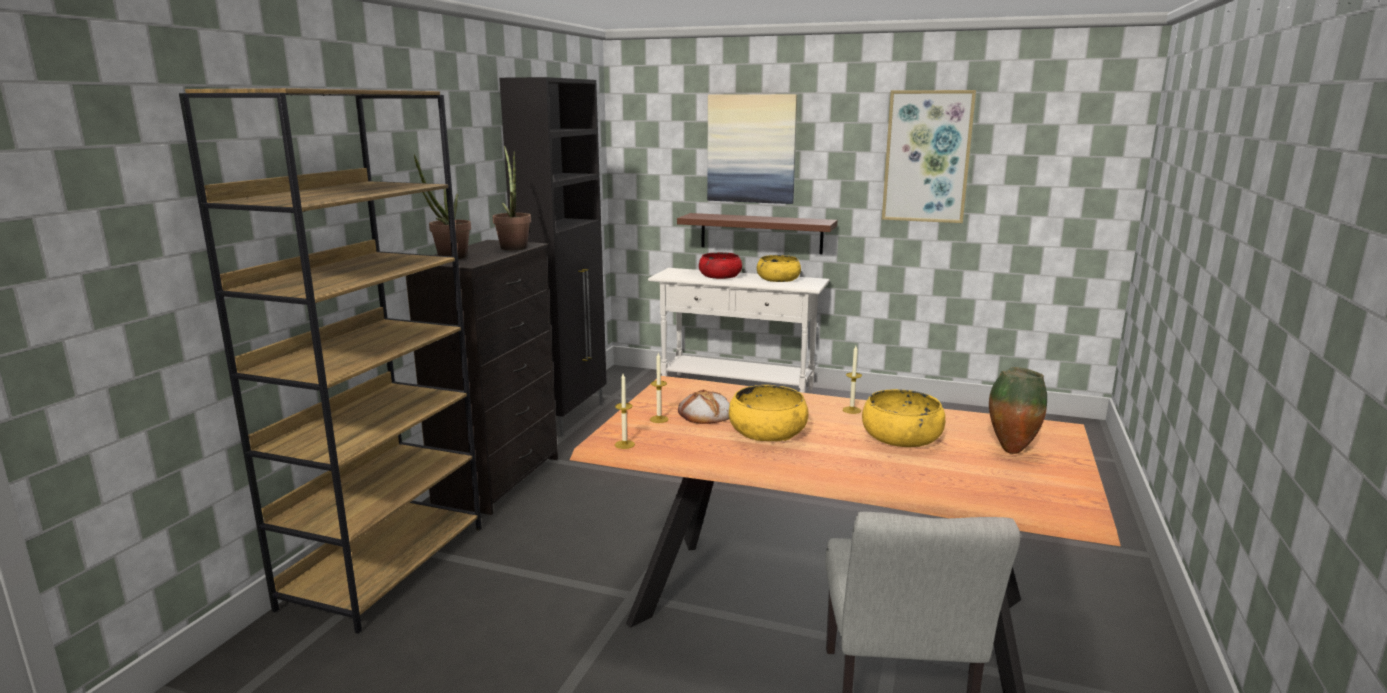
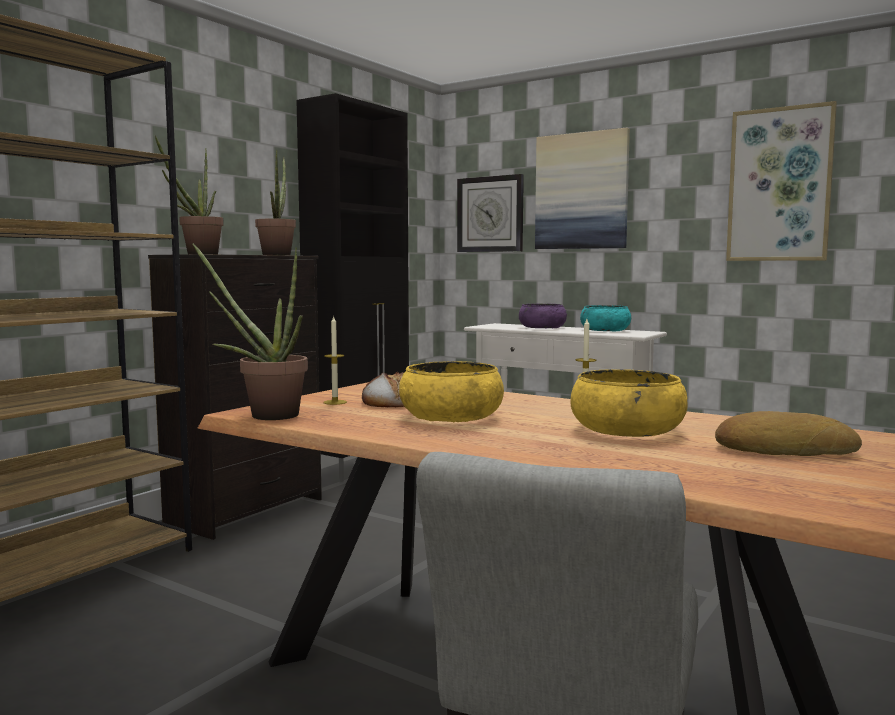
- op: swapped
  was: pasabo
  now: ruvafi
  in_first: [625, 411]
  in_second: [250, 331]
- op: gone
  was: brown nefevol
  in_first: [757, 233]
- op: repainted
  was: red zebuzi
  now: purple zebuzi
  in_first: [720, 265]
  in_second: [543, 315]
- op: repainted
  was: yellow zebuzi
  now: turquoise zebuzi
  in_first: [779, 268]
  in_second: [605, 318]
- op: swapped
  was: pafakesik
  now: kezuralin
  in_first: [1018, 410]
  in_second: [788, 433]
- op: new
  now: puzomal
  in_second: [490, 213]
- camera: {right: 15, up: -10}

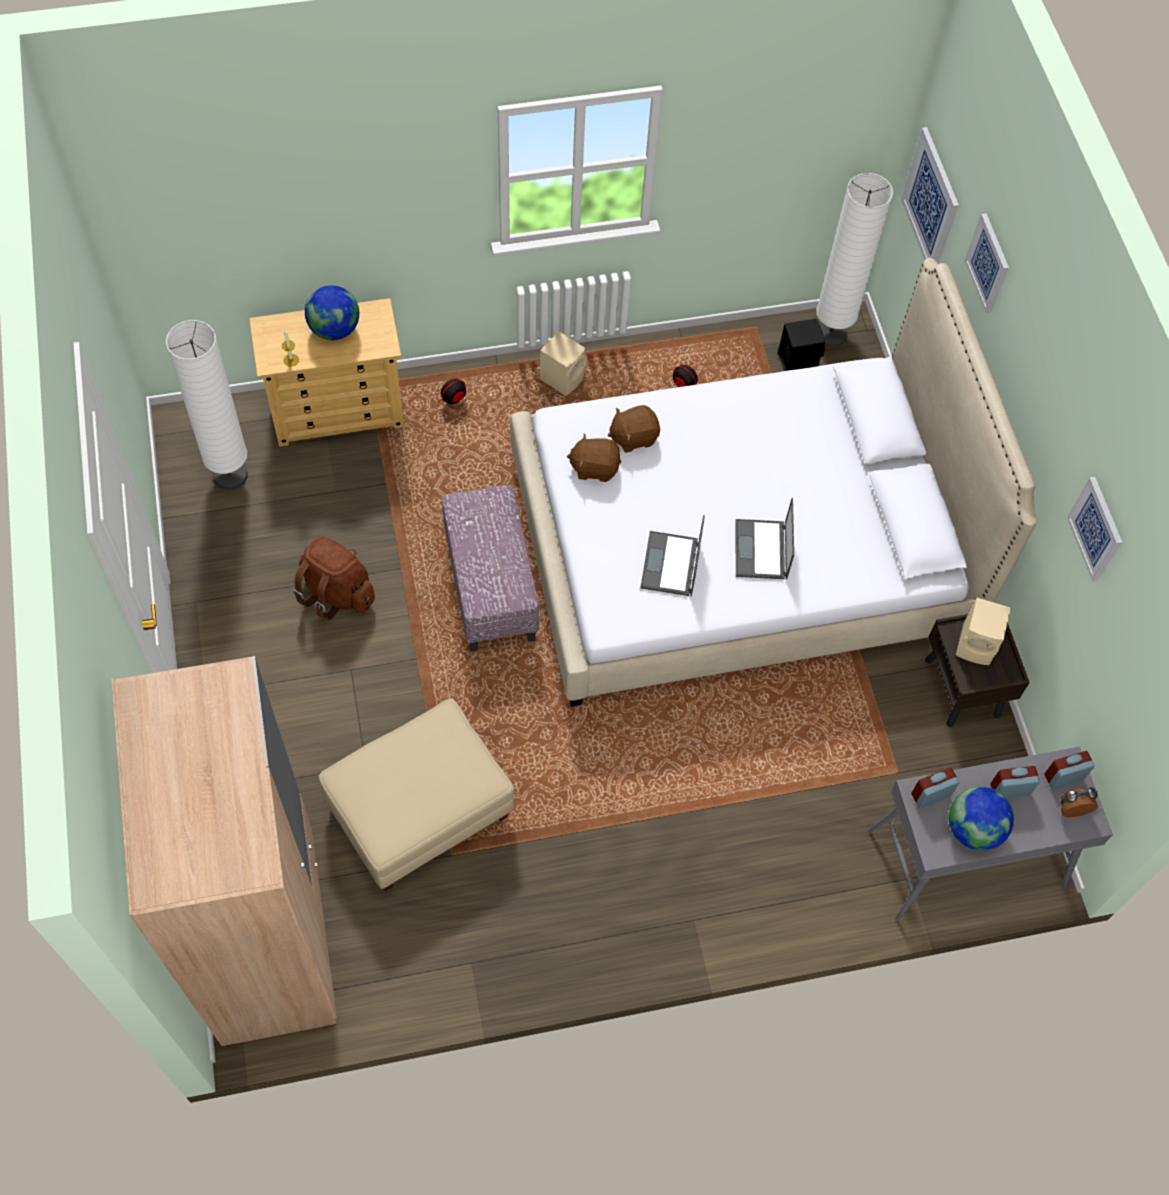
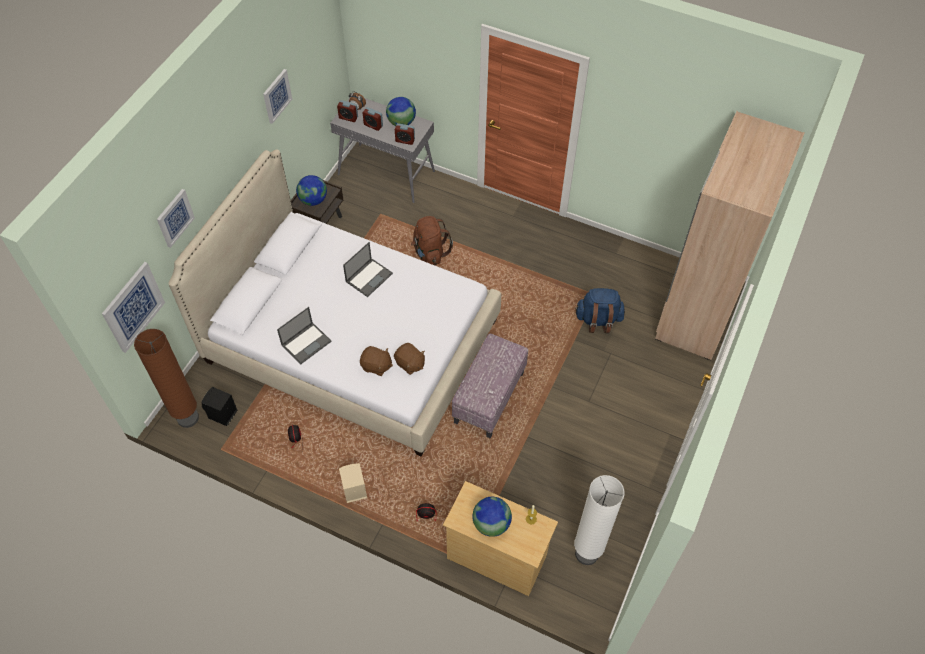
- op: shifted
  was: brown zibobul
  in_first: [334, 578]
  in_second: [432, 240]
- op: swapped
  was: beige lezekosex
  now: blue zibobul
  in_first: [416, 794]
  in_second: [600, 310]
- op: shifted
  was: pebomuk
  in_first: [672, 555]
  in_second: [304, 335]
- op: repainted
  was: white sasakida
  now: brown sasakida
  in_first: [855, 260]
  in_second: [166, 378]
- op: swapped
  was: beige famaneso
  now: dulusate
  in_first: [983, 631]
  in_second: [311, 190]
- camera: {right: -140, up: -5}

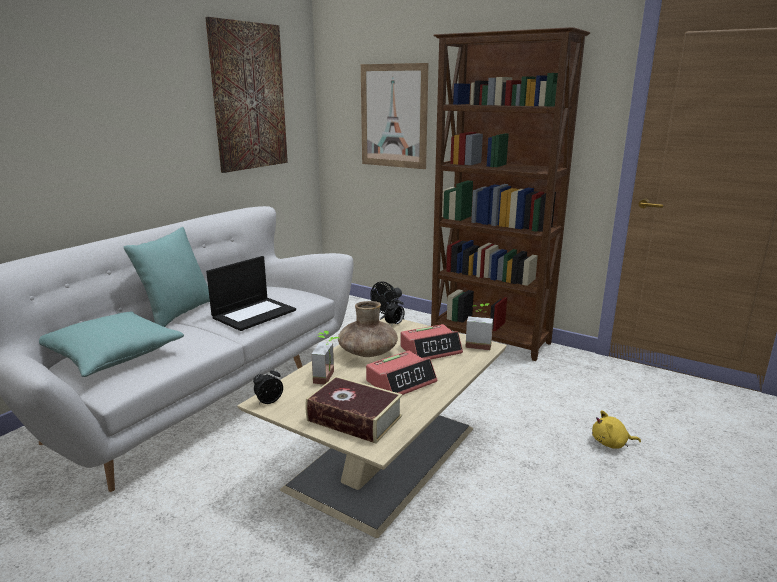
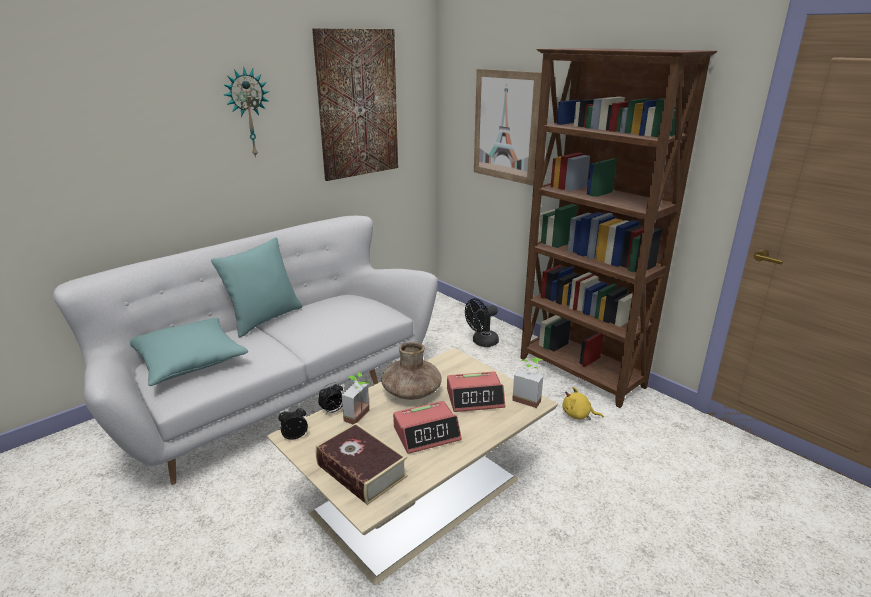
- op: gone
  was: pebomuk
  in_first: [251, 293]
- op: shifted
  was: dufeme
  in_first: [394, 312]
  in_second: [330, 398]
- op: shifted
  was: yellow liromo
  in_first: [616, 429]
  in_second: [583, 403]
- op: new
  now: puzomal
  in_second: [246, 113]
- camera: {right: 15, up: 5}

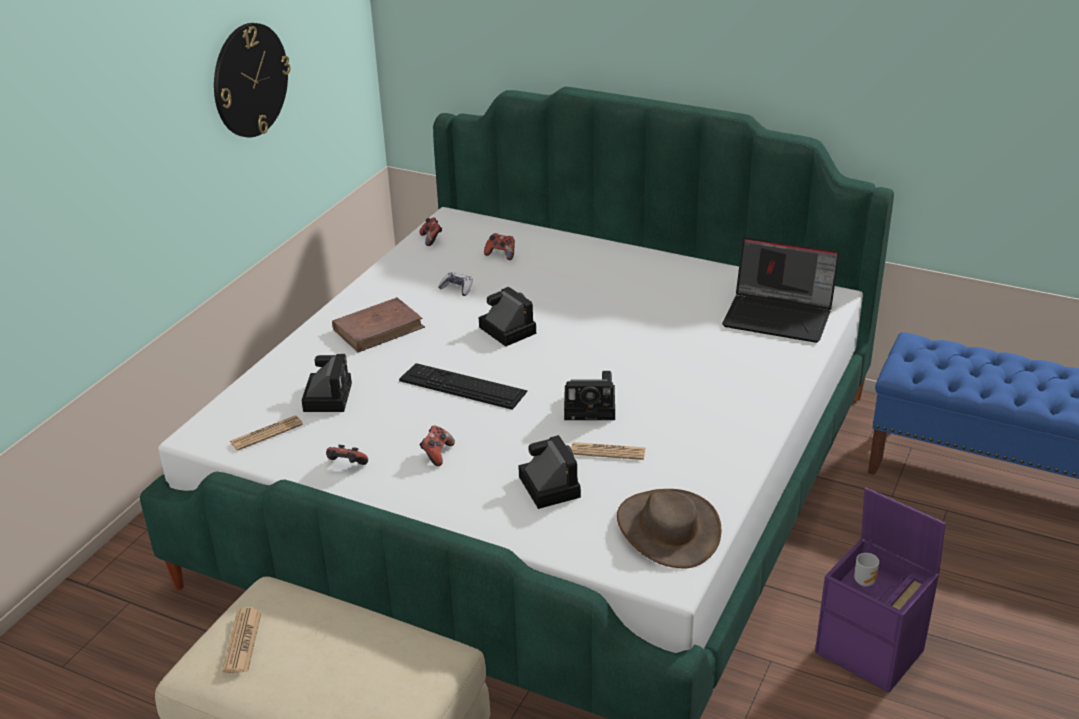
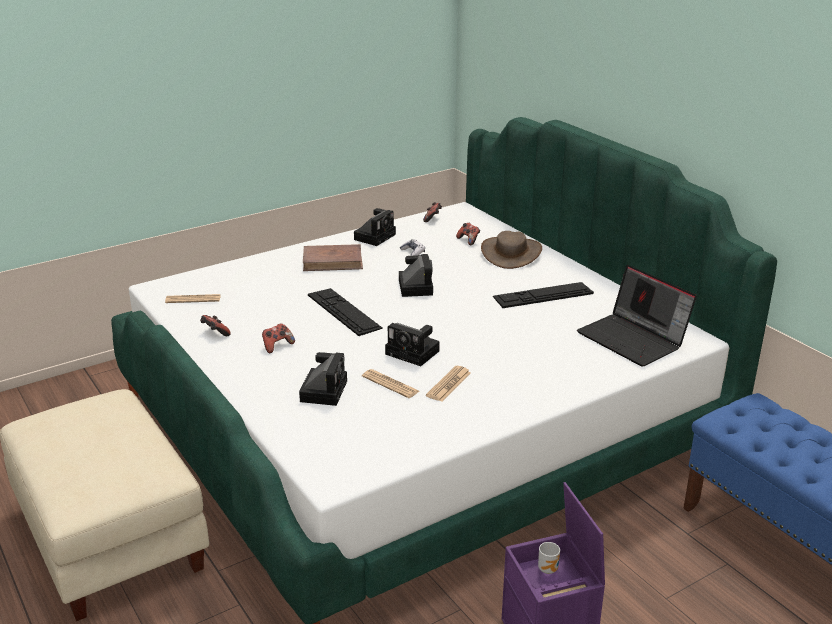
- op: gone
  was: puzomal
  in_first: [252, 80]
- op: shifted
  was: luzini
  in_first: [242, 640]
  in_second: [448, 384]
- op: shifted
  was: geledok
  in_first: [327, 383]
  in_second: [375, 227]
- op: shifted
  was: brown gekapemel
  in_first: [669, 528]
  in_second: [511, 250]
- op: new
  now: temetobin
  in_second: [543, 295]
- camera: {right: 30, up: -5}

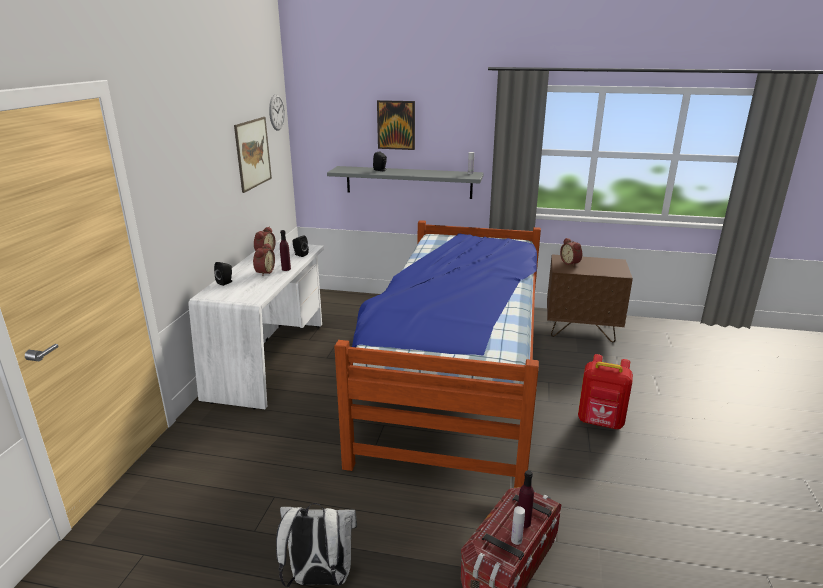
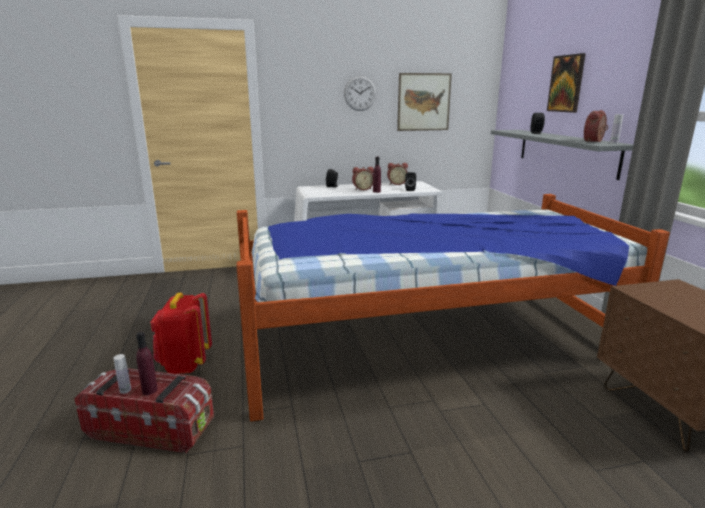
- op: shifted
  was: puzomal
  in_first: [277, 112]
  in_second: [360, 93]
- op: gone
  was: white zibobul
  in_first: [316, 545]
- op: shifted
  was: dufeme
  in_first: [571, 252]
  in_second: [596, 126]
- op: shifted
  was: red zibobul
  in_first: [605, 391]
  in_second: [181, 333]
- camera: {right: 65, up: -5}

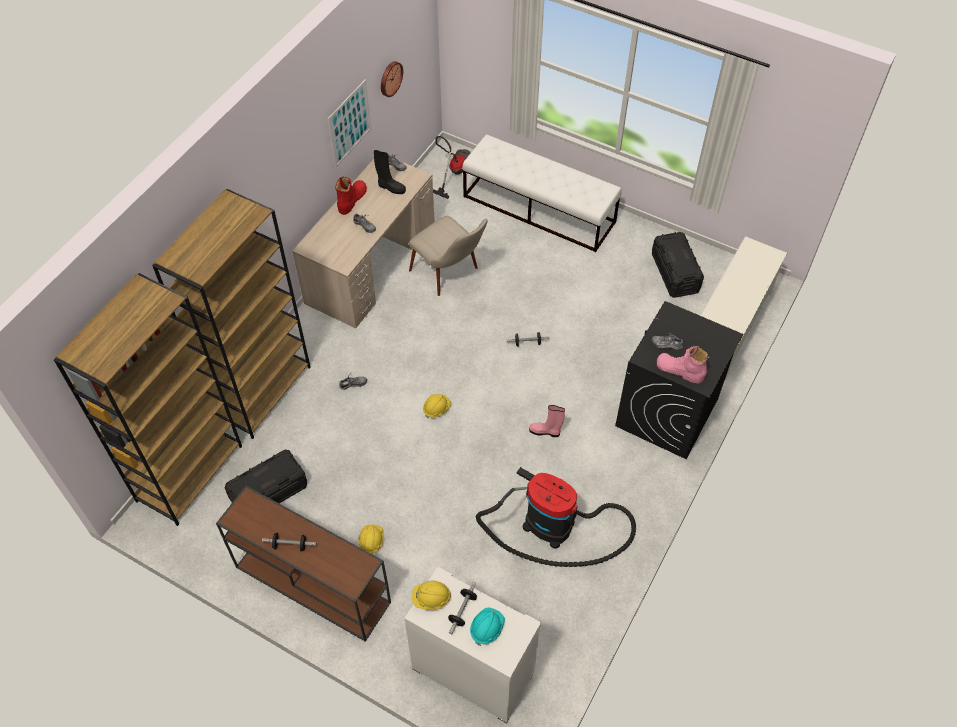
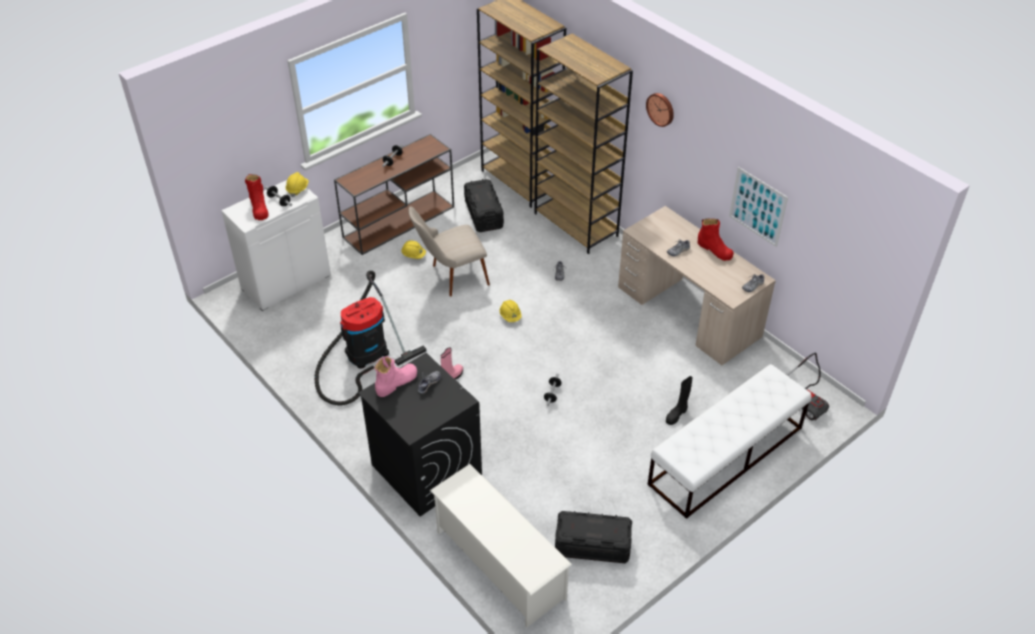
- op: shifted
  was: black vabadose
  in_first: [390, 172]
  in_second: [679, 400]
- op: shifted
  was: puzomal
  in_first: [392, 79]
  in_second: [660, 110]
- op: shifted
  was: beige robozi
  in_first: [448, 256]
  in_second: [449, 251]
- op: swapped
  was: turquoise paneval
  now: red vabadose
  in_first: [487, 627]
  in_second: [257, 197]
- camera: {right: 110, up: -10}

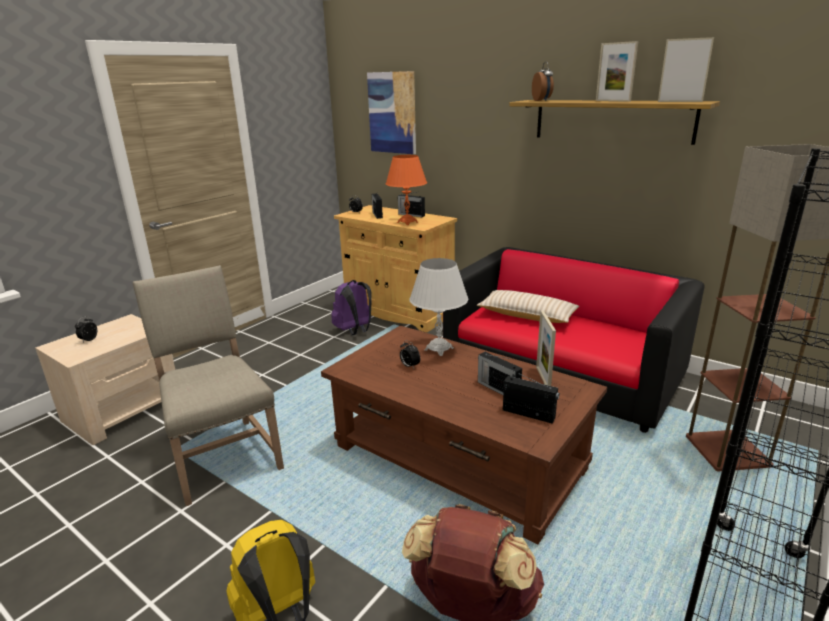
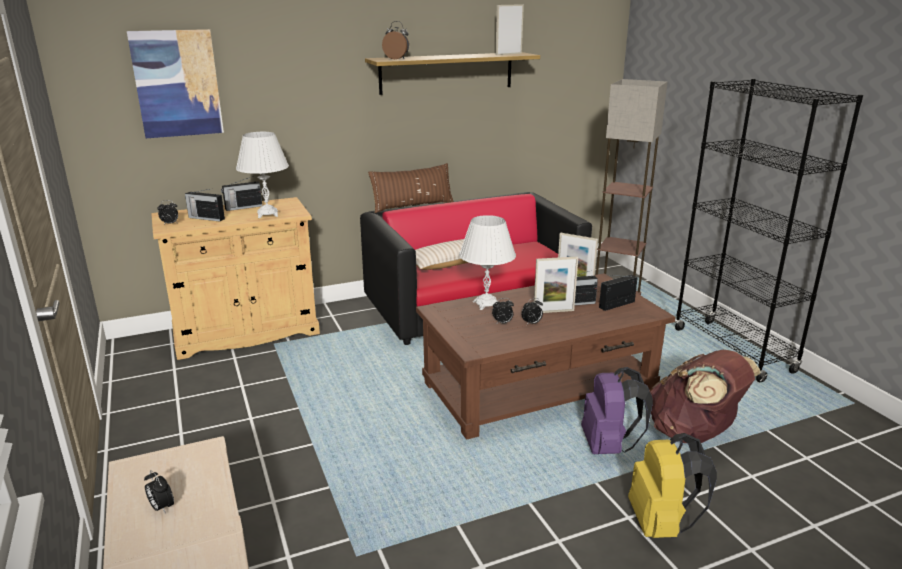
- op: gone
  was: beige robozi
  in_first: [208, 385]
- op: shifted
  was: purple zibobul
  in_first: [351, 307]
  in_second: [617, 410]
- op: repainted
  was: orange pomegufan
  now: white pomegufan
  in_first: [406, 190]
  in_second: [262, 175]
- op: shifted
  was: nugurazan
  in_first: [617, 71]
  in_second: [556, 285]
- op: new
  now: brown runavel
  in_second: [411, 188]
- op: new
  now: dufeme
  in_second: [532, 311]
- camera: {right: -60, up: 0}

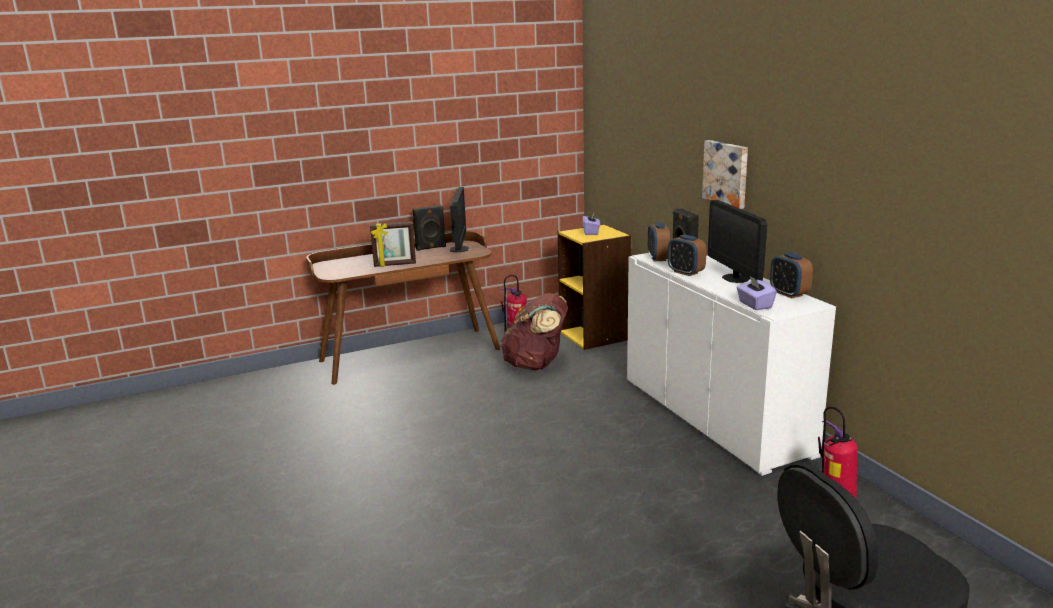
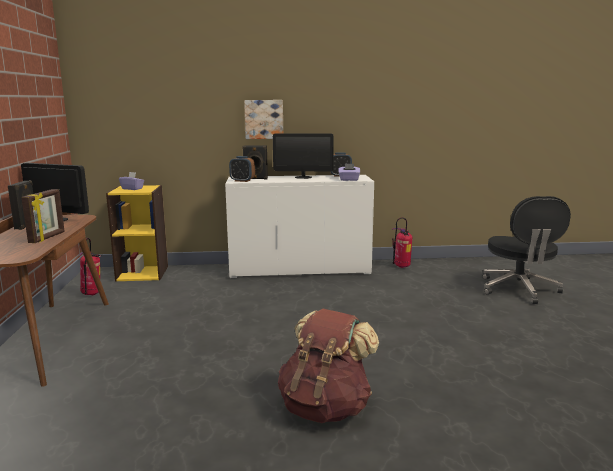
- op: shifted
  was: brown zibobul
  in_first: [534, 331]
  in_second: [328, 366]
- op: gone
  was: dufeme
  in_first: [687, 255]
- camera: {right: -70, up: -5}

